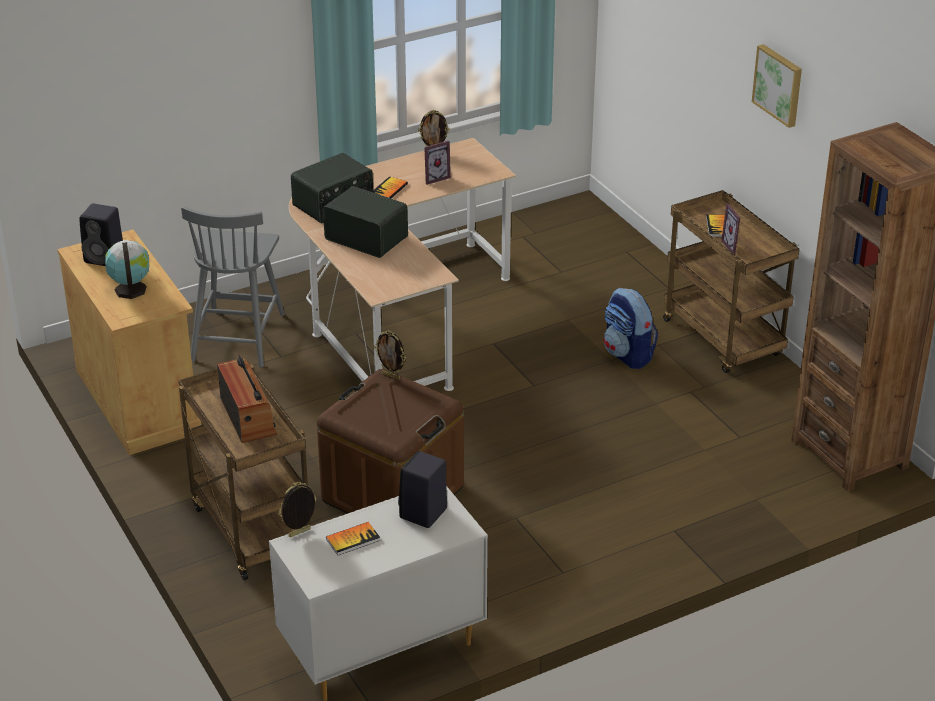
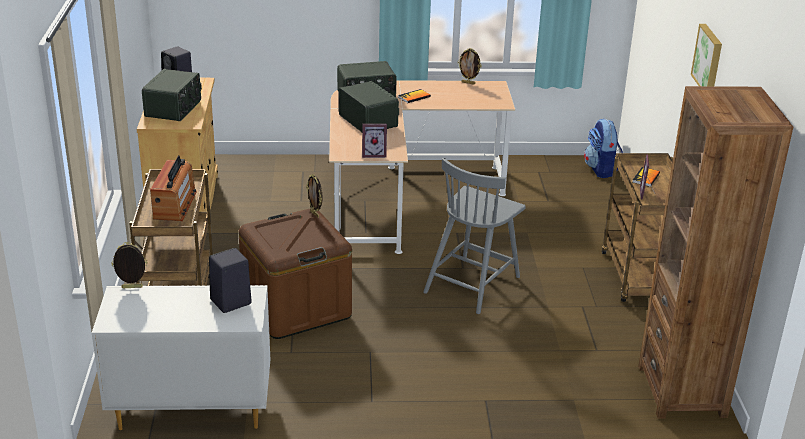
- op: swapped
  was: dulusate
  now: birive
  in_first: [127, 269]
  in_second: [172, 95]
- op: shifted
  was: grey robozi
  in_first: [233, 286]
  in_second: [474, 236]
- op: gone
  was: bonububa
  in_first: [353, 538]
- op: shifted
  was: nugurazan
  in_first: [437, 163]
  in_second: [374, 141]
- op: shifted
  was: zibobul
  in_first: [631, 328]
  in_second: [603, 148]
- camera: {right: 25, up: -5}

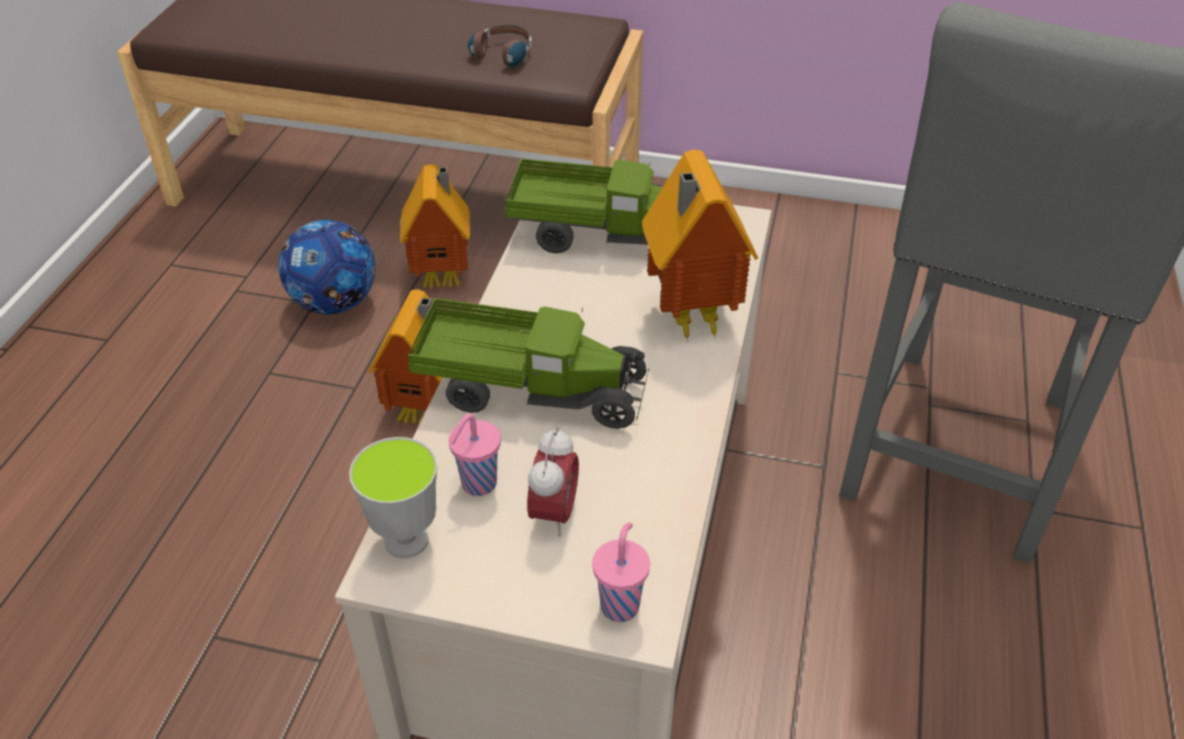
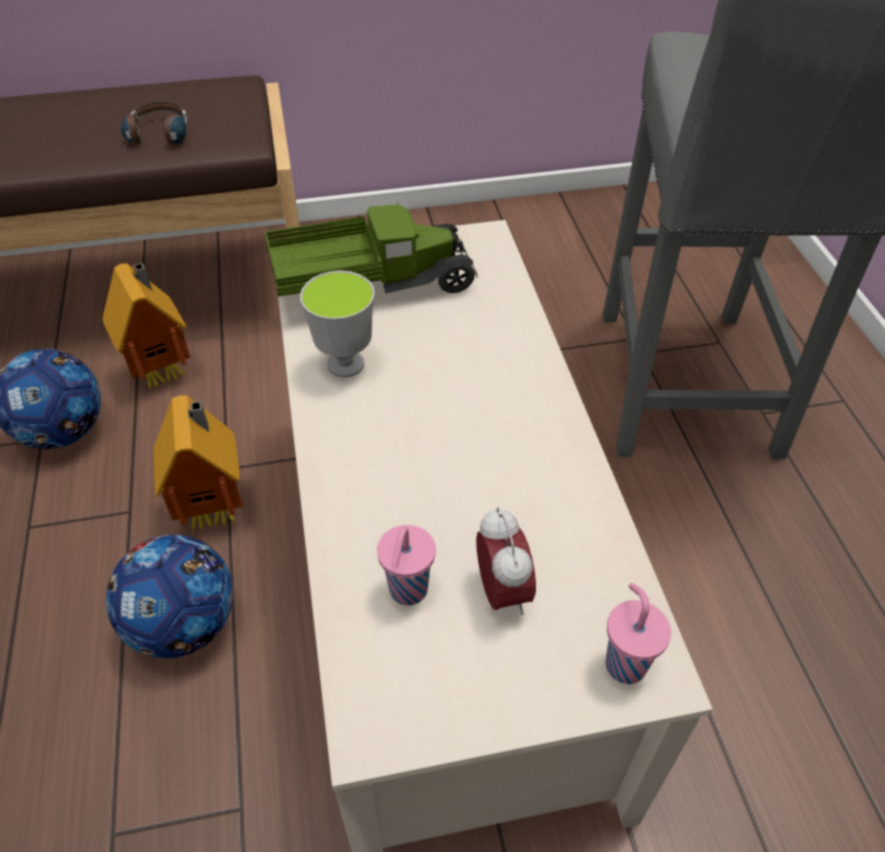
- op: shifted
  was: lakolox
  in_first: [393, 497]
  in_second: [337, 324]
- op: gone
  was: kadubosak
  in_first: [528, 363]
- op: gone
  was: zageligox
  in_first: [700, 245]
- op: new
  now: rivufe
  in_second: [169, 596]
- camera: {right: -25, up: 5}

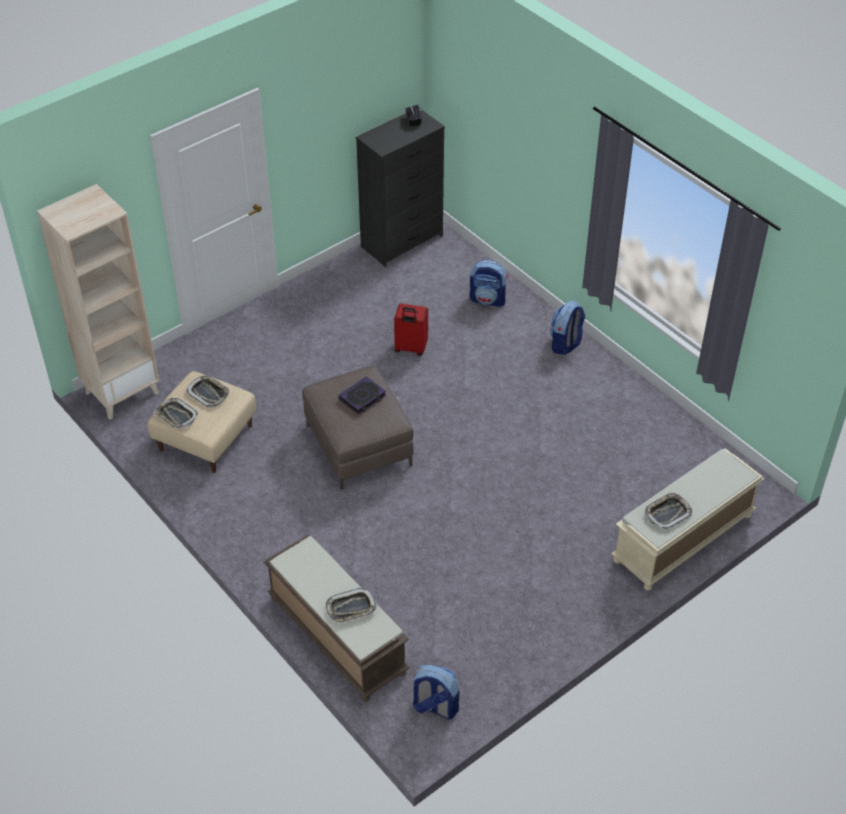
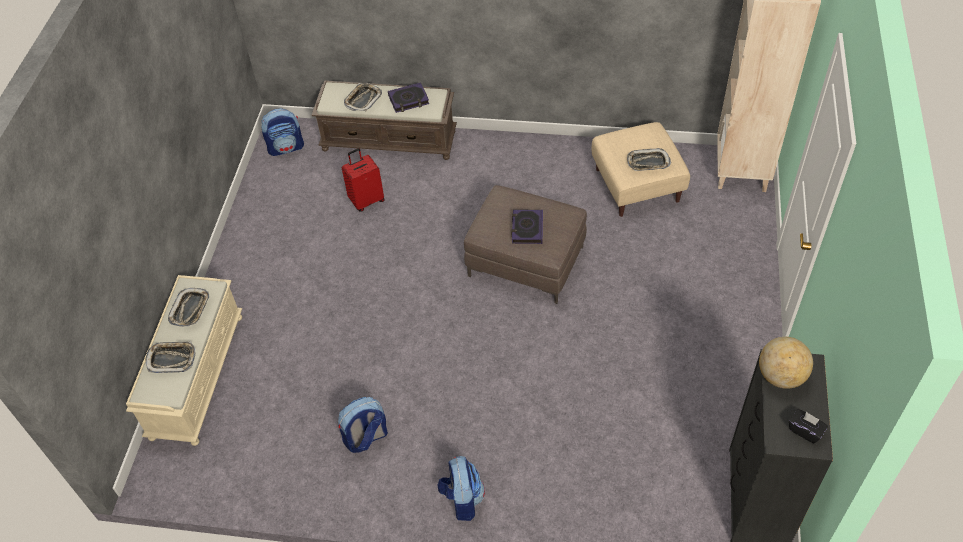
- op: shifted
  was: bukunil
  in_first: [176, 413]
  in_second: [171, 357]
- op: shifted
  was: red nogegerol
  in_first: [411, 329]
  in_second: [363, 180]
- op: shifted
  was: zibobul
  in_first: [488, 283]
  in_second: [363, 425]
- op: new
  now: bonububa
  in_second: [408, 97]
- op: new
  now: dulusate
  in_second: [786, 363]
- camera: {right: 140, up: 5}

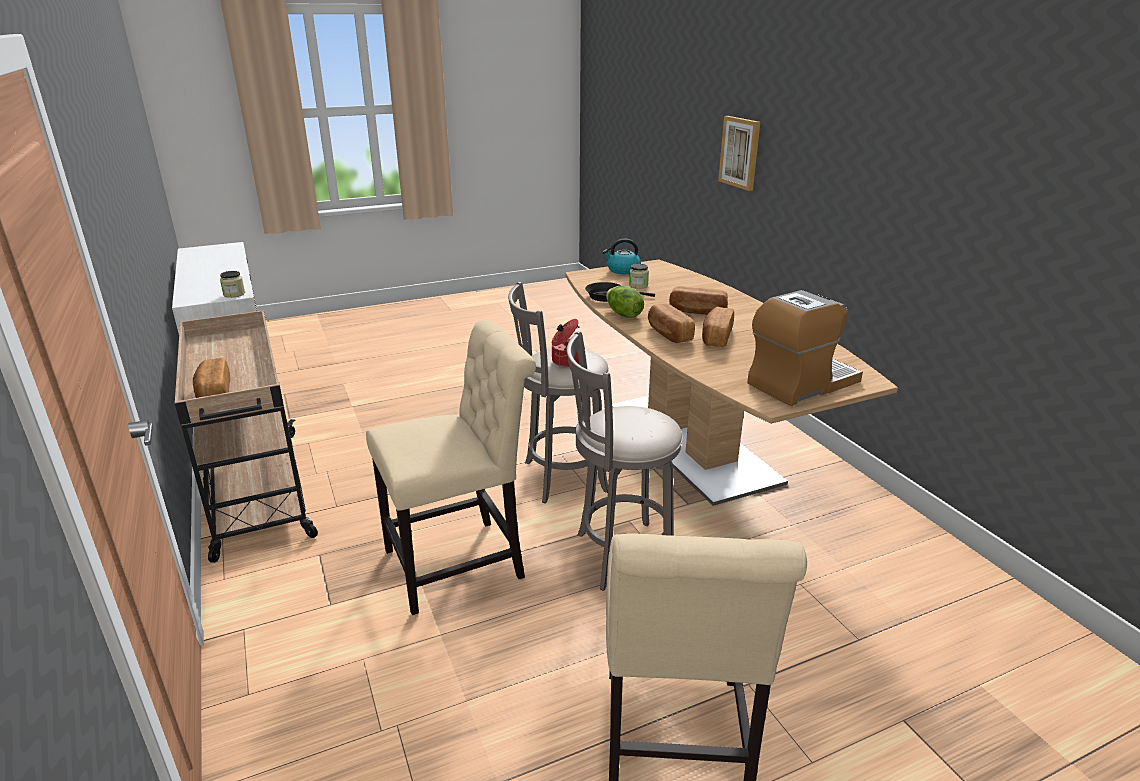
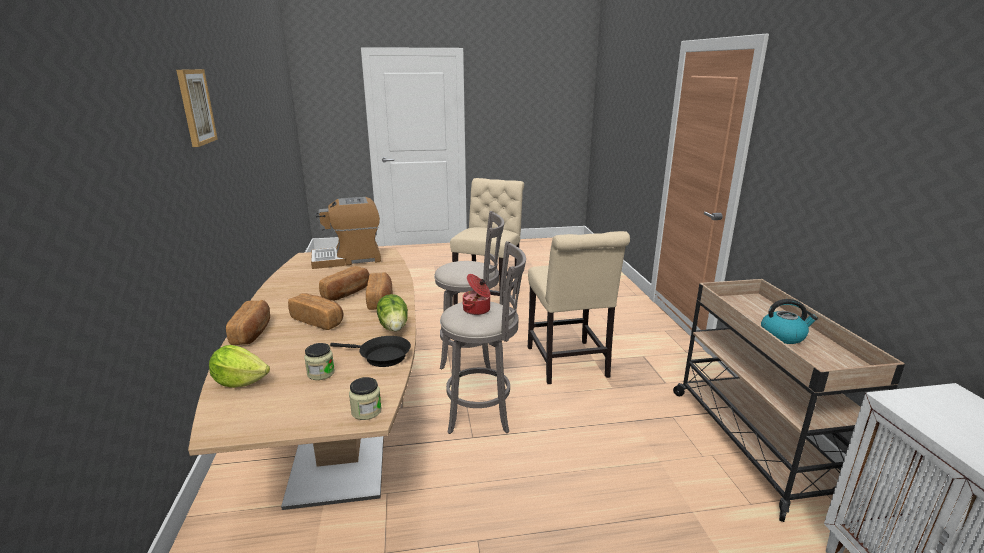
- op: shifted
  was: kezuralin
  in_first: [211, 378]
  in_second: [248, 322]
- op: shifted
  was: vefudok
  in_first: [232, 284]
  in_second: [365, 398]
- op: rotated
  was: beige robozi
  in_first: [451, 467]
  in_second: [579, 307]
  clockwise: -90
- op: shifted
  was: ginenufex
  in_first: [621, 256]
  in_second: [789, 321]
- op: shifted
  was: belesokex
  in_first: [739, 153]
  in_second: [197, 108]
- op: new
  now: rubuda
  in_second: [239, 366]
- camera: {right: -165, up: -5}

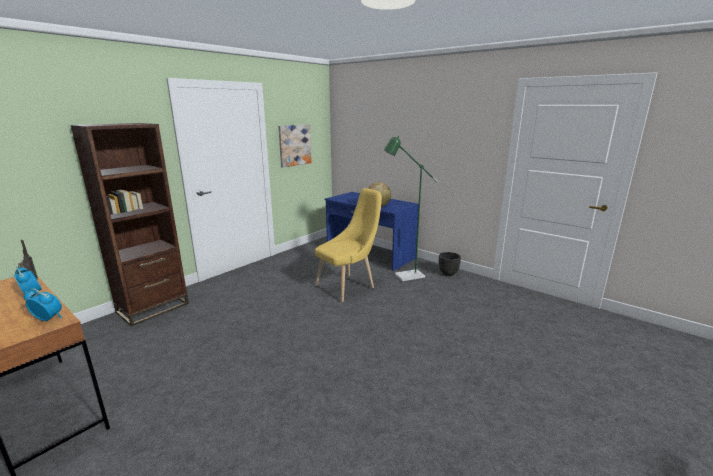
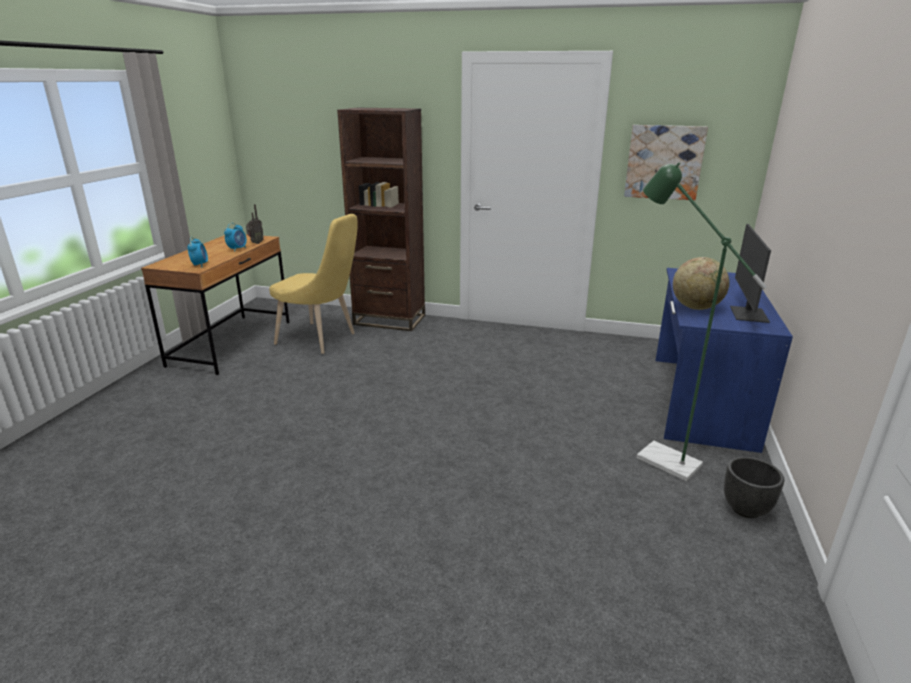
- op: shifted
  was: yellow robozi
  in_first: [348, 245]
  in_second: [313, 284]
- op: new
  now: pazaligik
  in_second: [750, 273]
- camera: {right: 65, up: 5}

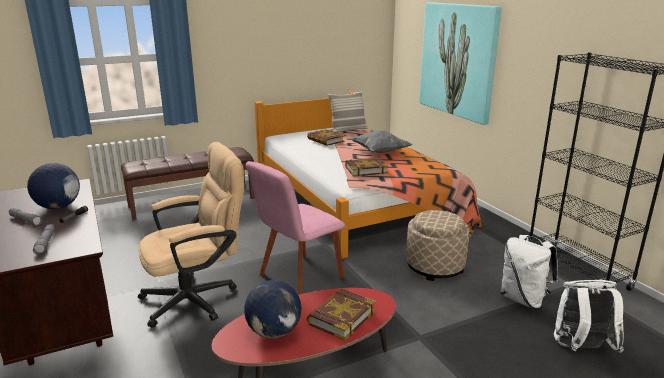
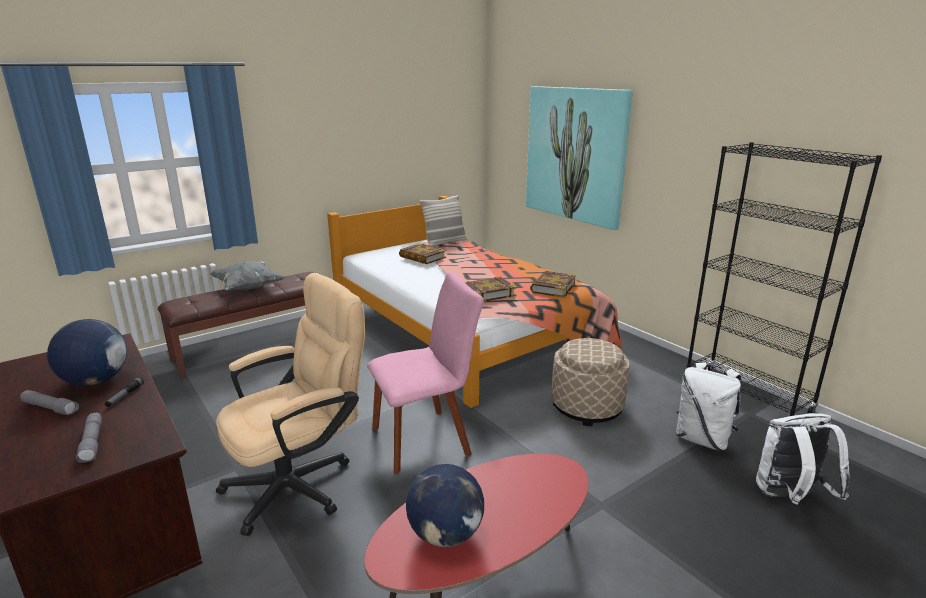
- op: rotated
  was: pink robozi
  in_first: [295, 228]
  in_second: [425, 373]
  clockwise: -150
- op: shifted
  was: bonububa
  in_first: [341, 314]
  in_second: [553, 284]
- op: shifted
  was: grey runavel
  in_first: [381, 141]
  in_second: [248, 276]
- camera: {right: -10, up: 0}

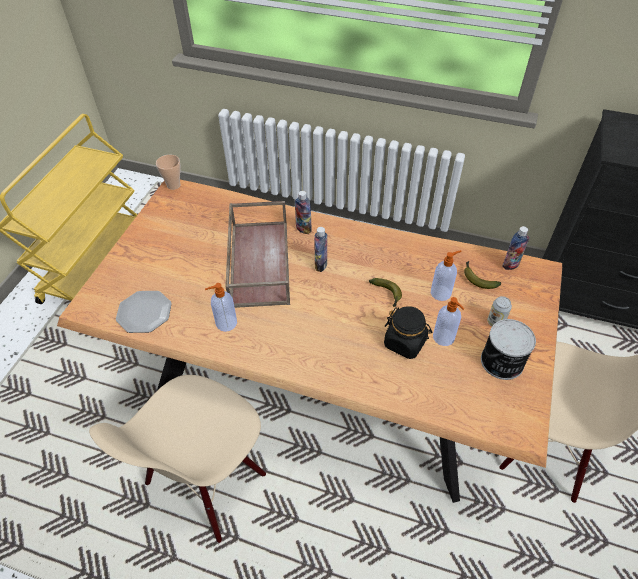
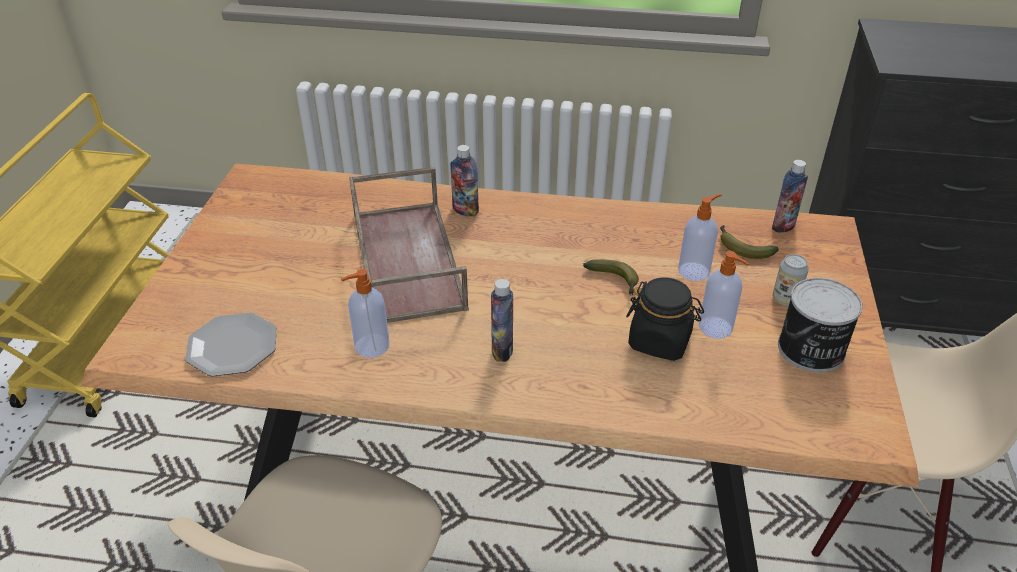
- op: gone
  was: lakolox
  in_first: [168, 172]
- op: shifted
  was: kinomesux
  in_first: [320, 249]
  in_second: [502, 320]
- camera: {right: -10, up: -10}

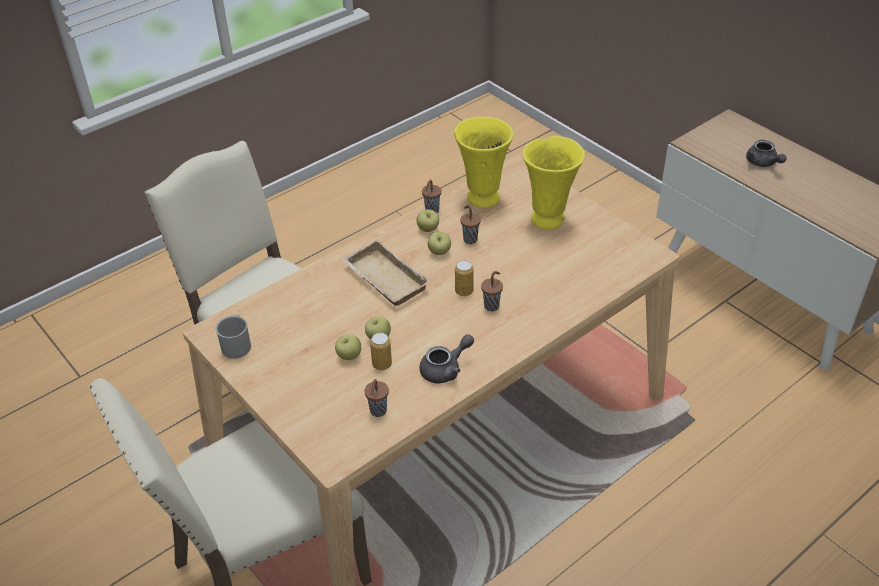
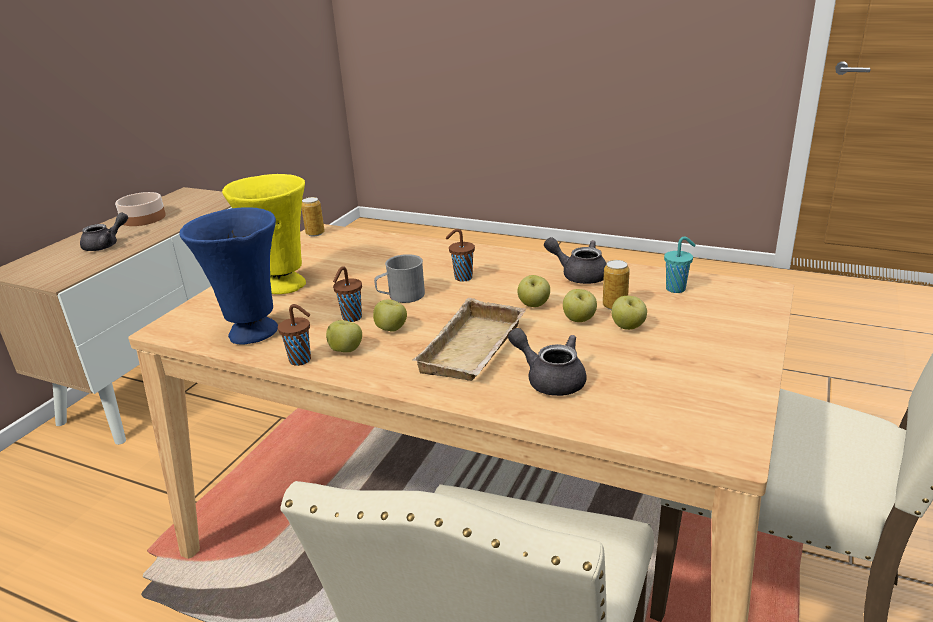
- op: shifted
  was: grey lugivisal
  in_first: [233, 337]
  in_second: [399, 278]
- op: repainted
  was: brown lakolox
  now: turquoise lakolox
  in_first: [376, 398]
  in_second: [680, 265]
- op: repainted
  was: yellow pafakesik
  now: blue pafakesik
  in_first: [483, 162]
  in_second: [228, 276]
- op: shifted
  was: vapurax
  in_first: [464, 278]
  in_second: [313, 217]
- op: new
  now: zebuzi
  in_second: [140, 209]
- op: new
  now: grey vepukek
  in_second: [547, 362]
- op: new
  now: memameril
  in_second: [534, 291]
- camera: {right: -115, up: -15}

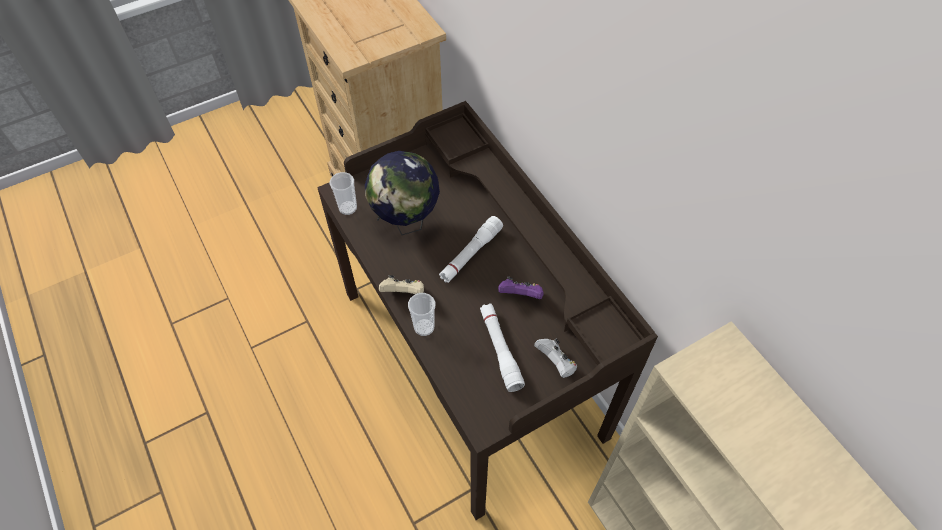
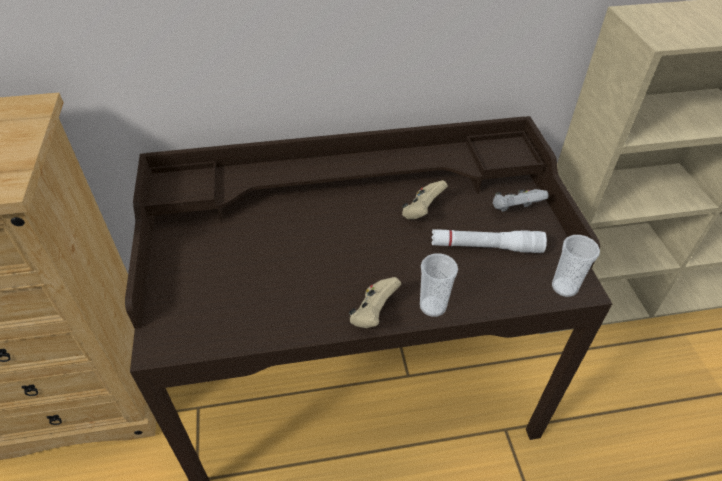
- op: shifted
  was: lakolox
  in_first: [343, 193]
  in_second: [576, 266]
- op: gone
  was: dulusate
  in_first: [402, 193]
- op: gone
  was: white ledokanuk
  in_first: [471, 249]
- op: repainted
  was: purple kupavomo
  now: beige kupavomo
  in_first: [521, 288]
  in_second: [425, 199]
- camera: {right: -70, up: -10}

